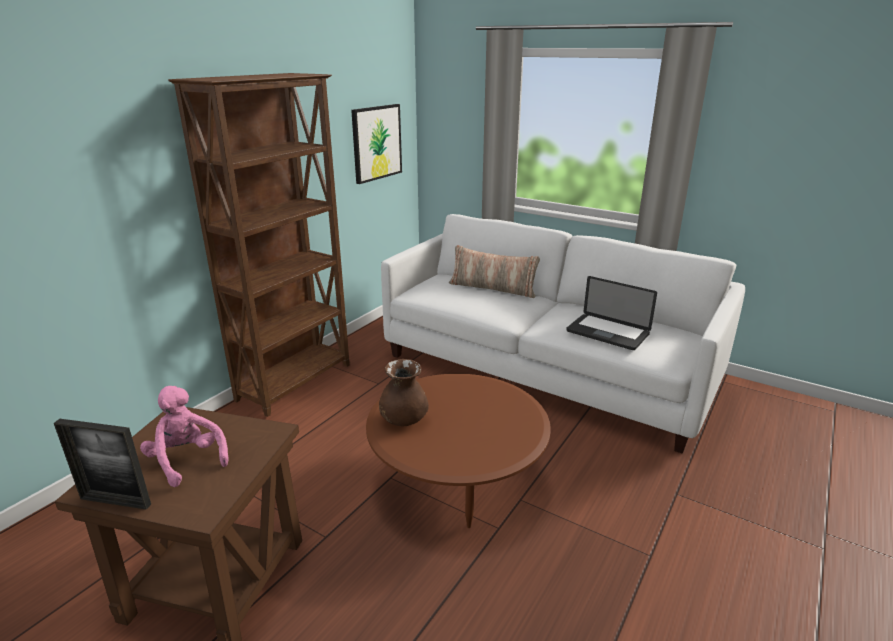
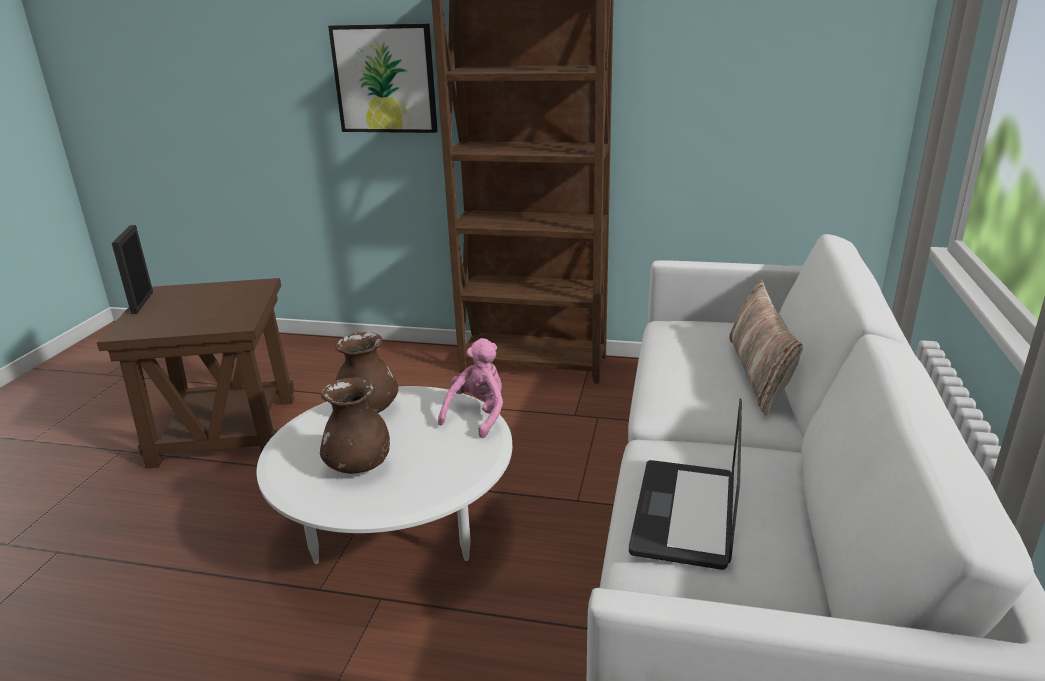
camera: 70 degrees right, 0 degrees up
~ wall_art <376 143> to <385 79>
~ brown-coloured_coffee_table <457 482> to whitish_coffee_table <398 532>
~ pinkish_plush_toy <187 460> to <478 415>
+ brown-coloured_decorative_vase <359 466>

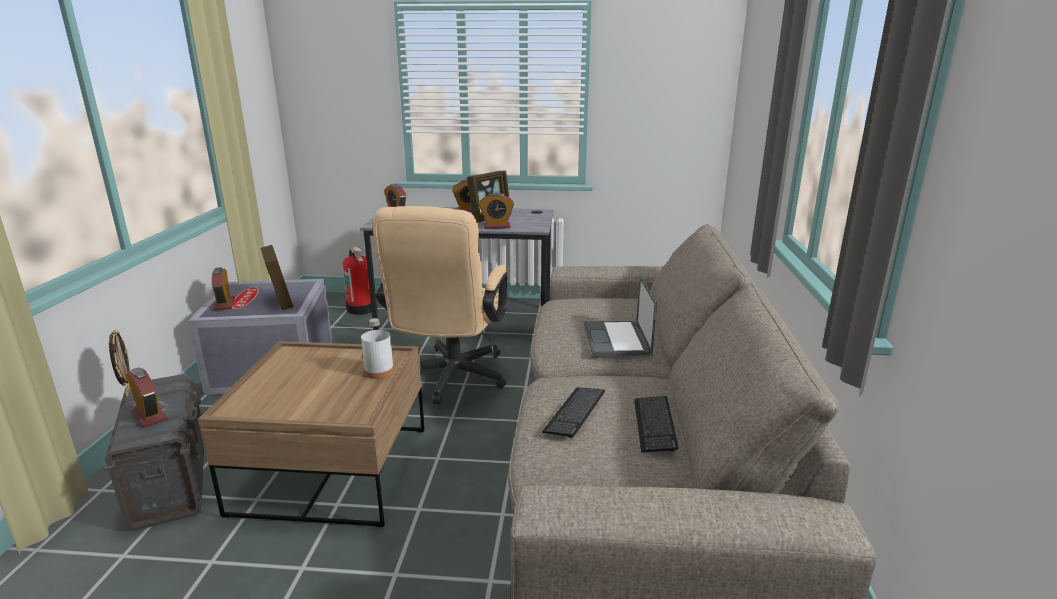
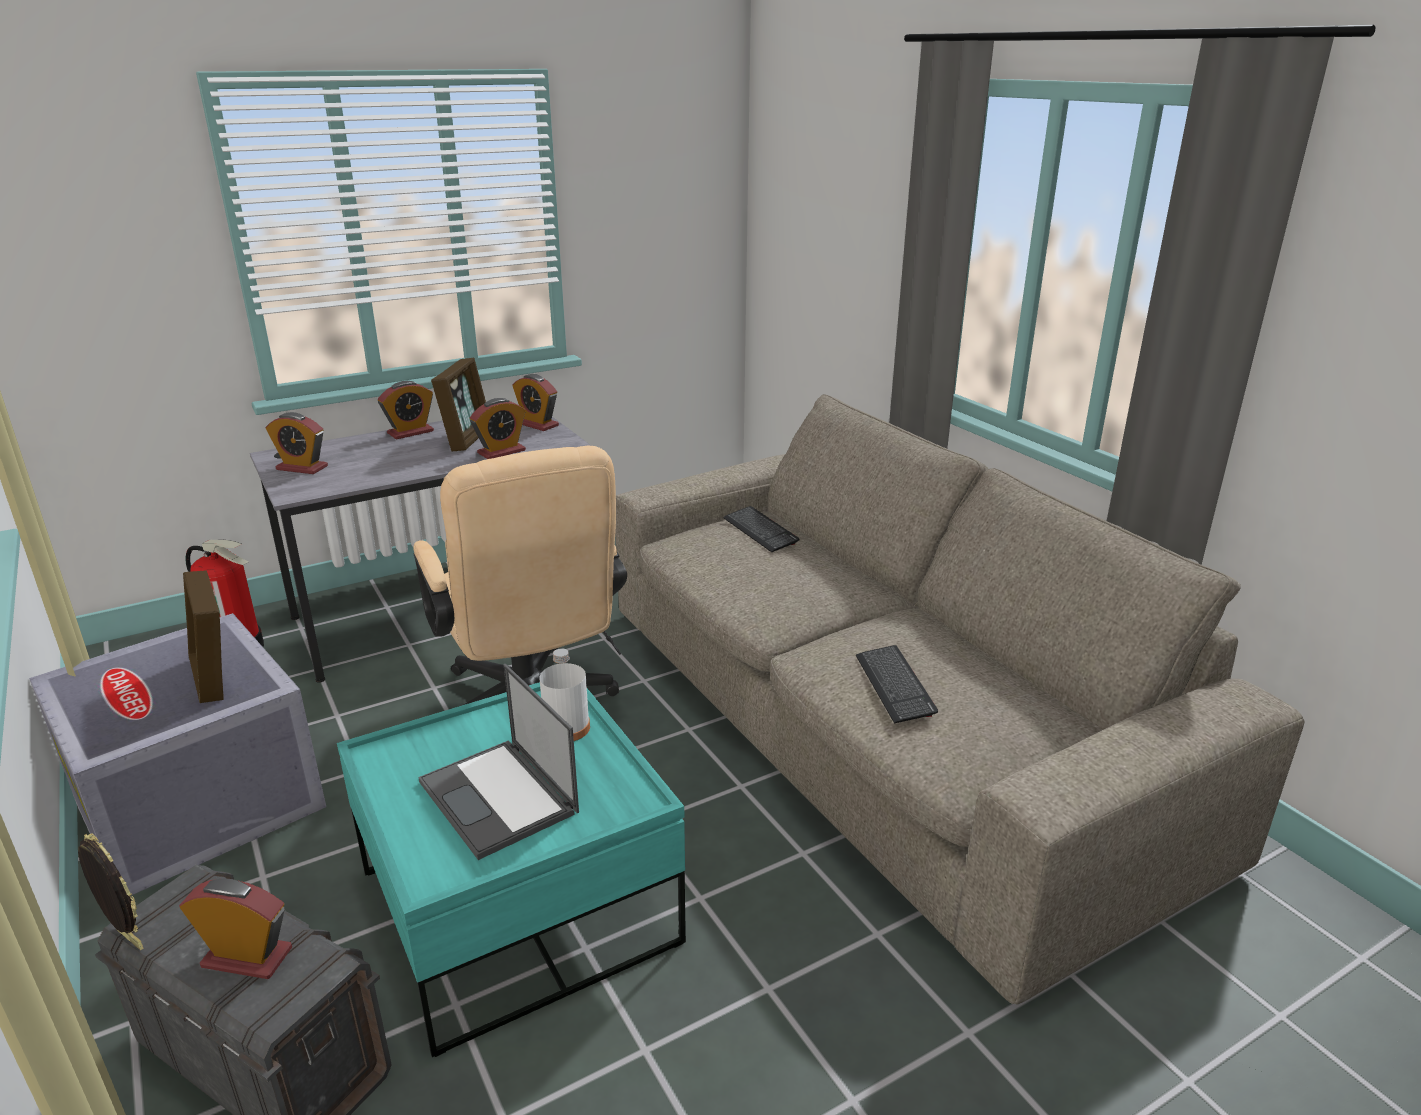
camera: 35 degrees left, 5 degrees up
~ standing_frame <280 301> = <214 677> 150 degrees counterclockwise
~ bedside_clock <224 304> to <537 424>
~ notebook_computer <617 340> to <500 798>
~ brown-coloured_coffee_table <333 470> to blue-green_coffee_table <519 907>
~ keyboard <654 425> to <760 531>

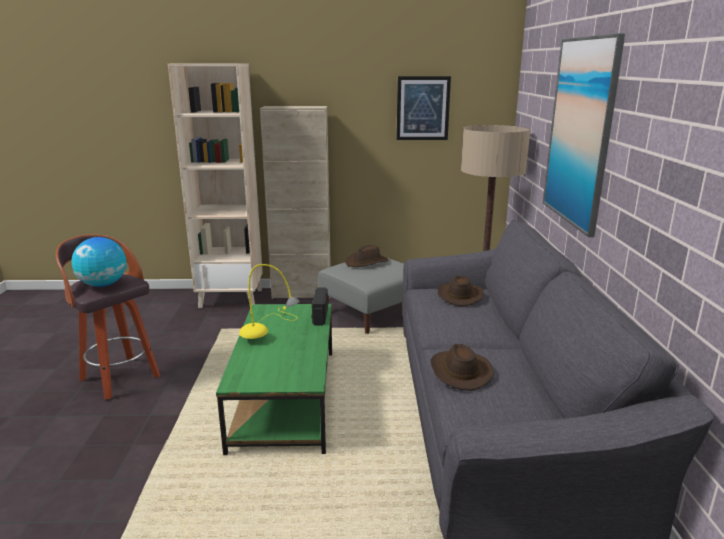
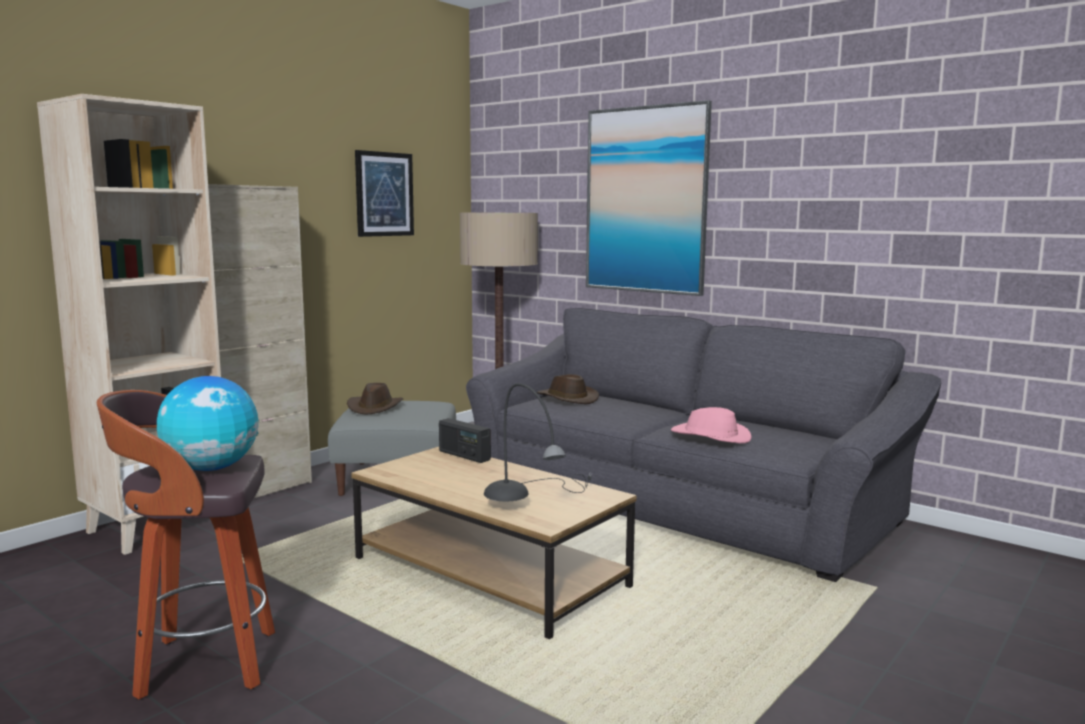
camera: 50 degrees left, 10 degrees down
- yellow-coloured_table_lamp <269 335>
~ green_coffee_table <286 398> to brown-coloured_coffee_table <489 572>
~ brown-coloured_hat <459 371> to pinkish_hat <710 436>
+ gray_table_lamp <533 507>

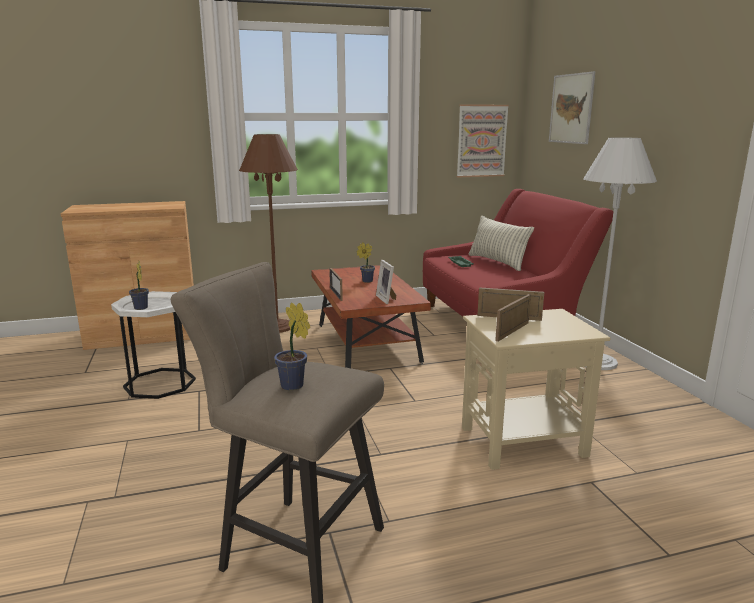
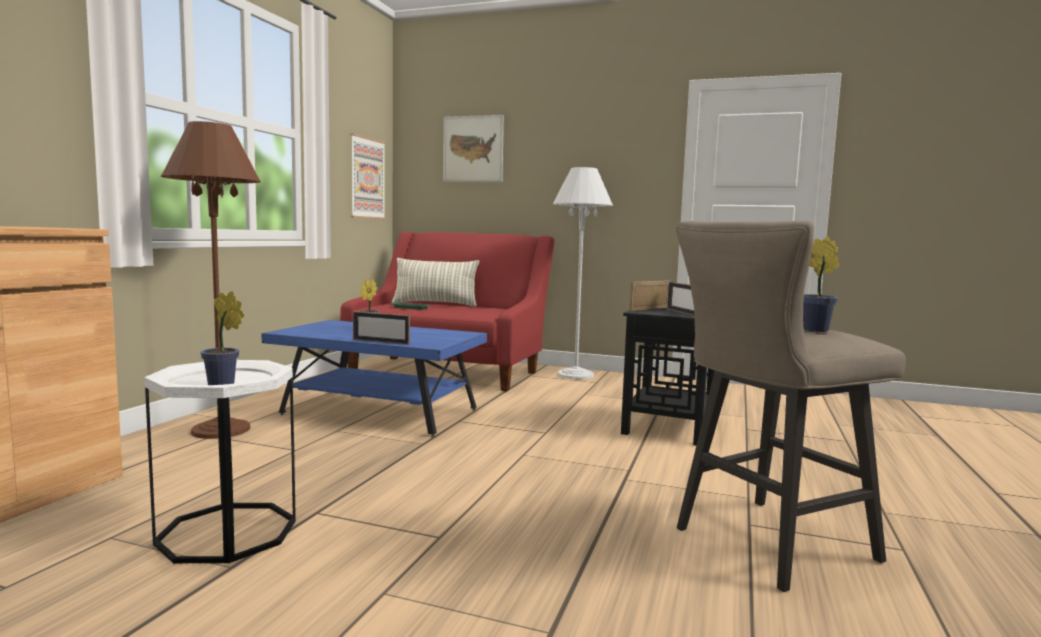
camera: 55 degrees left, 10 degrees down
- standing_frame <387 299>
~ brown-coloured_coffee_table <366 343> to blue_coffee_table <379 412>
~ beige-coloured_accent_table <521 441> to black-coloured_accent_table <668 426>

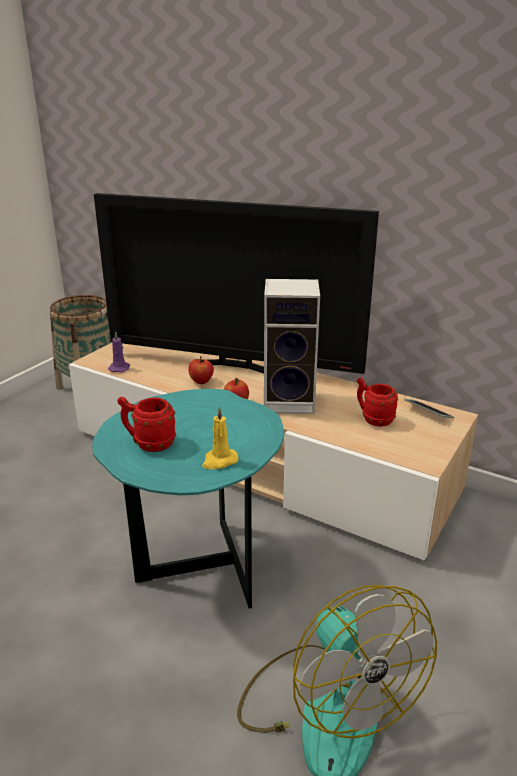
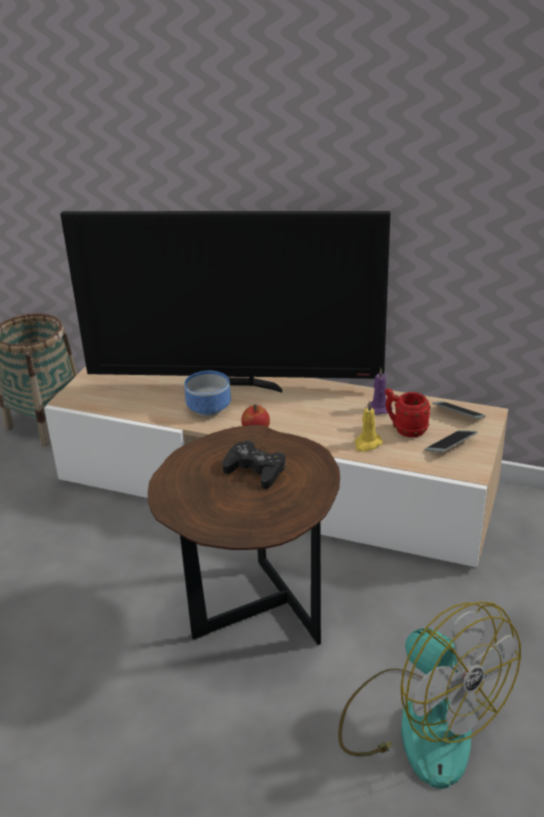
camera: 10 degrees left, 5 degrees up
- audio_speaker <291 401>
~ purple_wax_candle <119 368> to <379 408>
~ apple_fruit <201 381> to bowl <207 409>
~ blue-green_accent_table <198 572> to brown-coloured_accent_table <253 617>
- red_coffee_mug <148 443>
~ yellow-coloured_wax_candle <219 461> to <367 444>
+ phone <450 446>
+ black-coloured_game_controller <255 470>

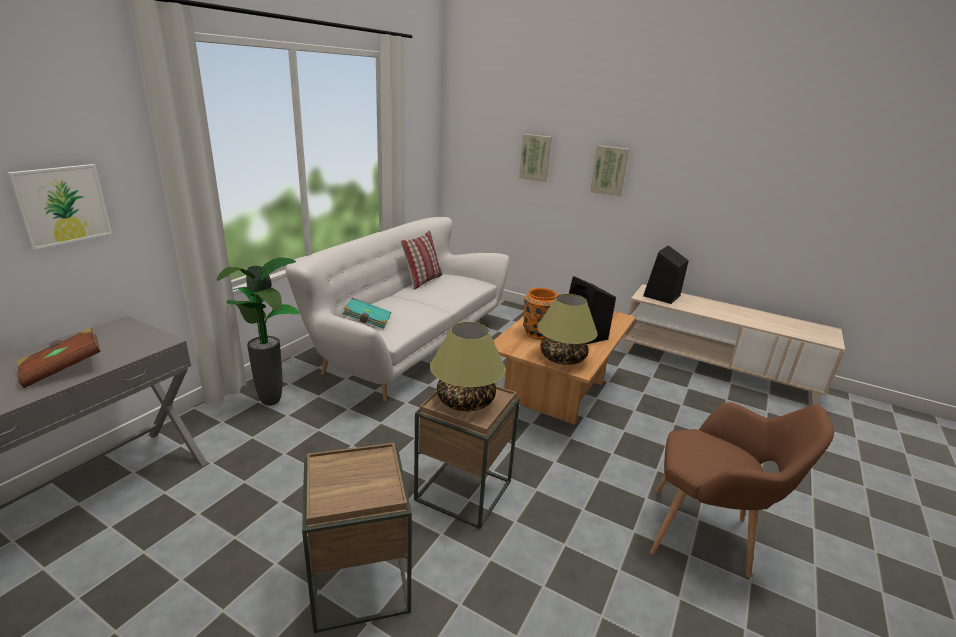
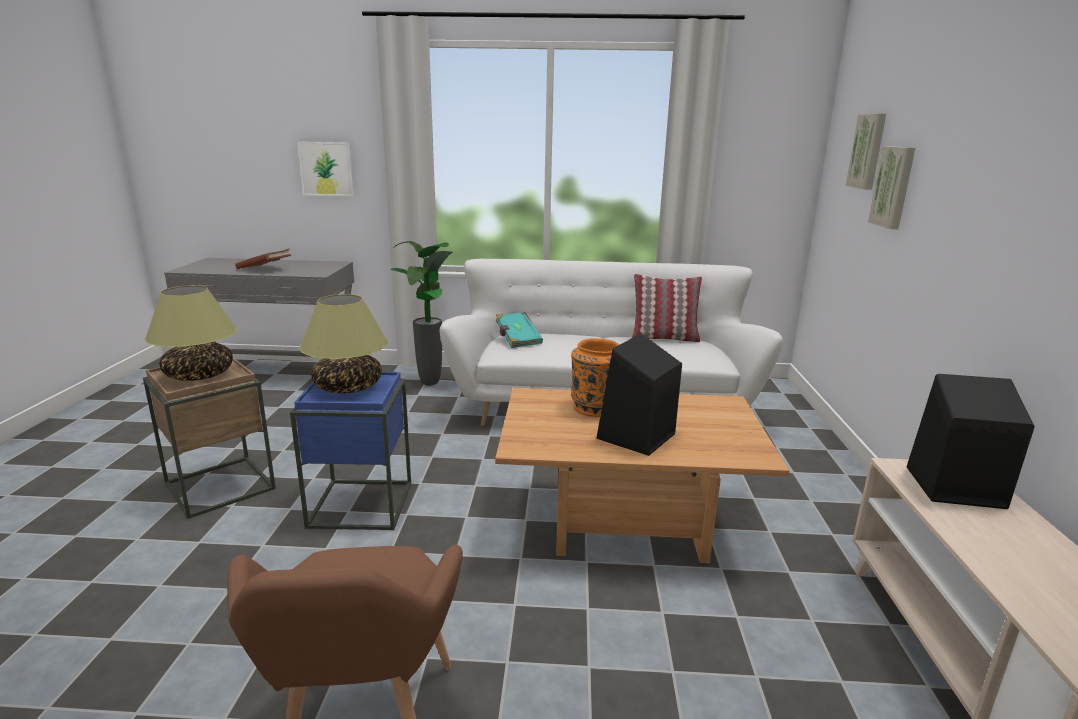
camera: 65 degrees right, 5 degrees down
~ wall_art <609 170> to <868 151>
~ table_lamp <562 358> to <200 375>
~ brown-coloured_accent_table <463 490> to blue_accent_table <361 504>

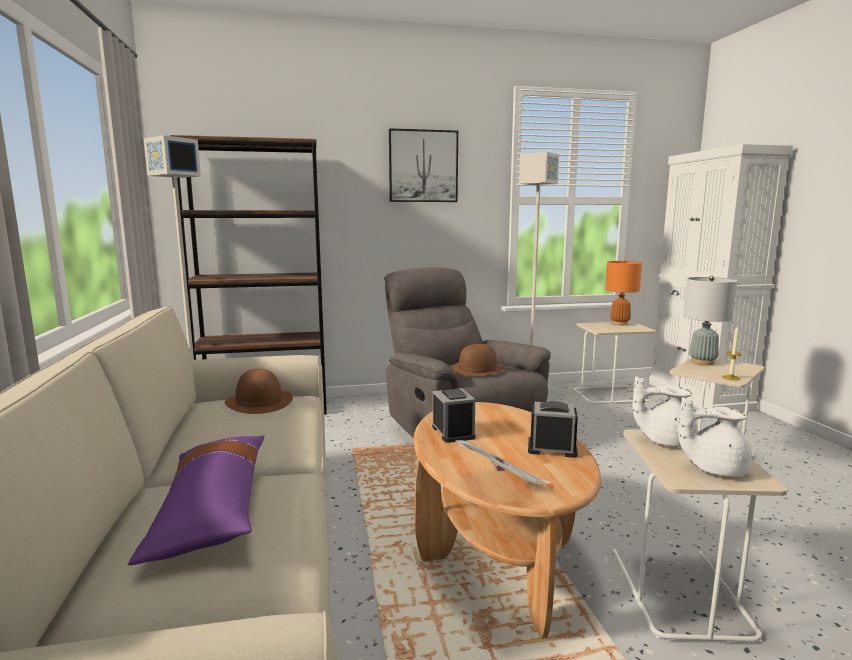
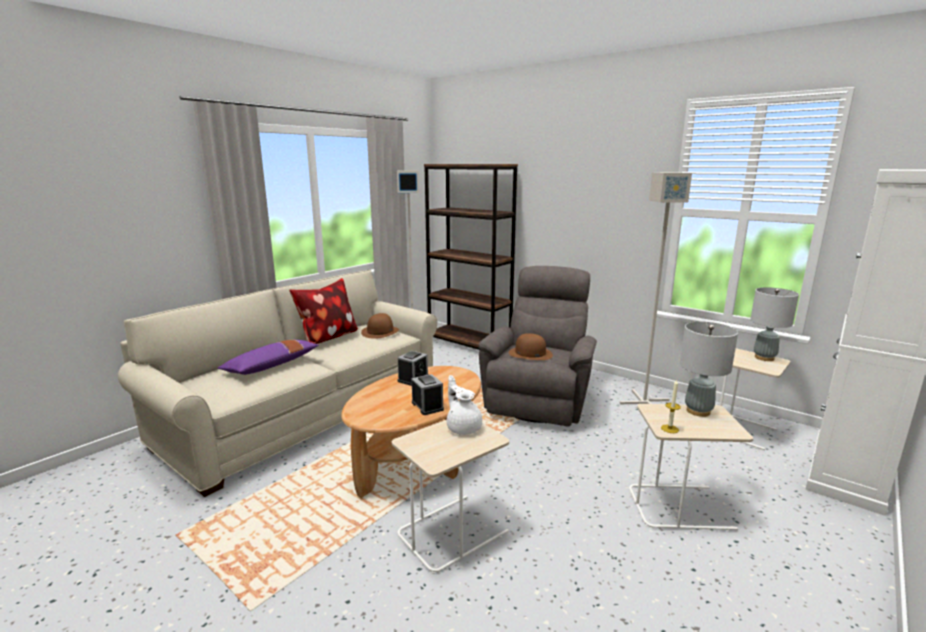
camera: 50 degrees right, 5 degrees up
- wall_art <423 166>
~ orange_table_lamp <619 323> to gray_table_lamp <764 357>
- whitish_teapot <713 468>
- printed_paper <503 486>
+ throw_pillow <327 338>

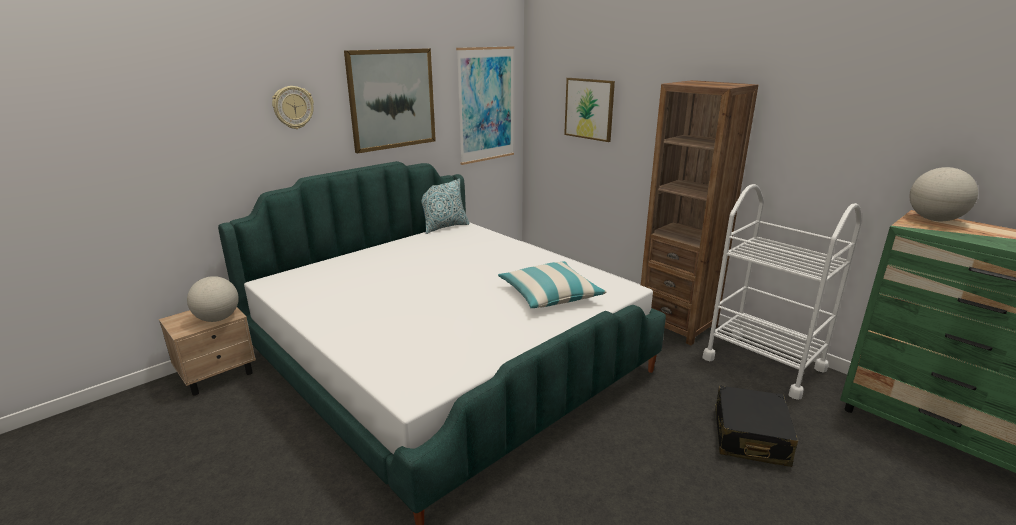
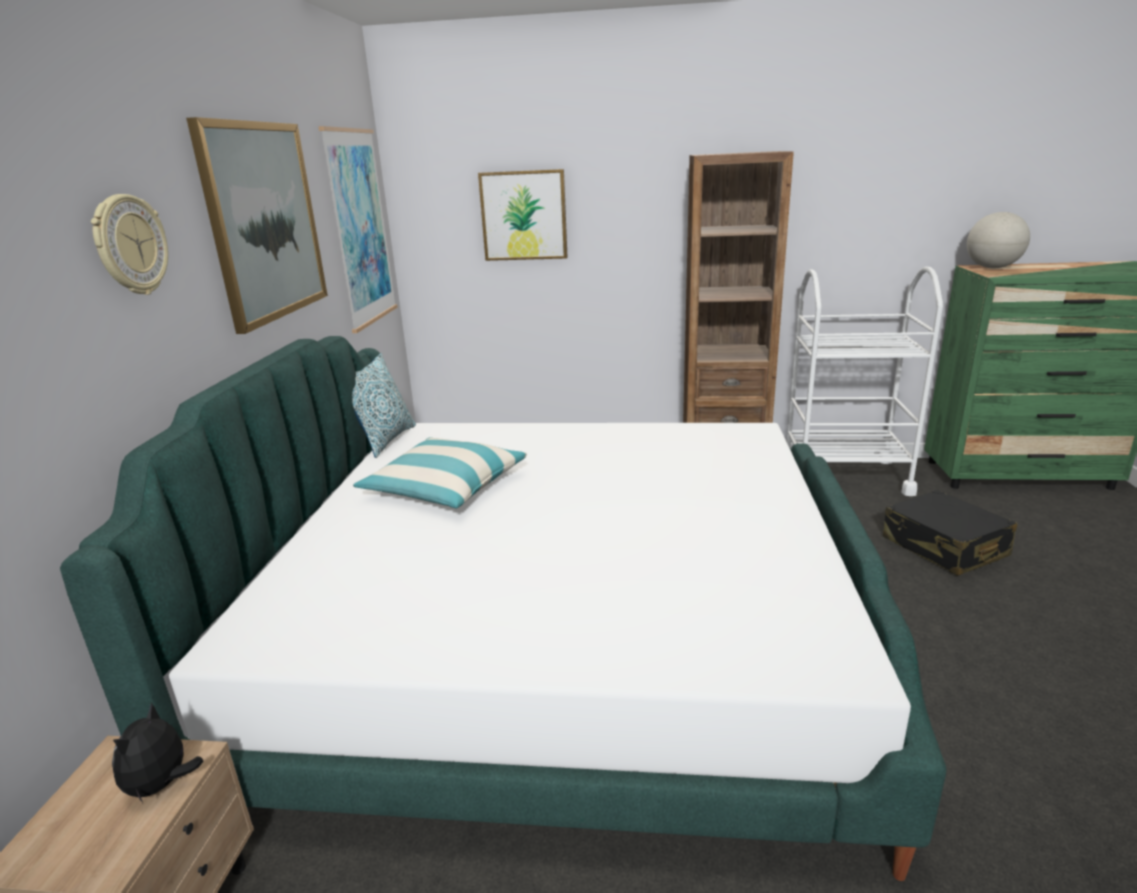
camera: 40 degrees left, 0 degrees up
~ throw_pillow <549 295> to <445 487>
~ globe <217 319> to plush_toy <162 785>

